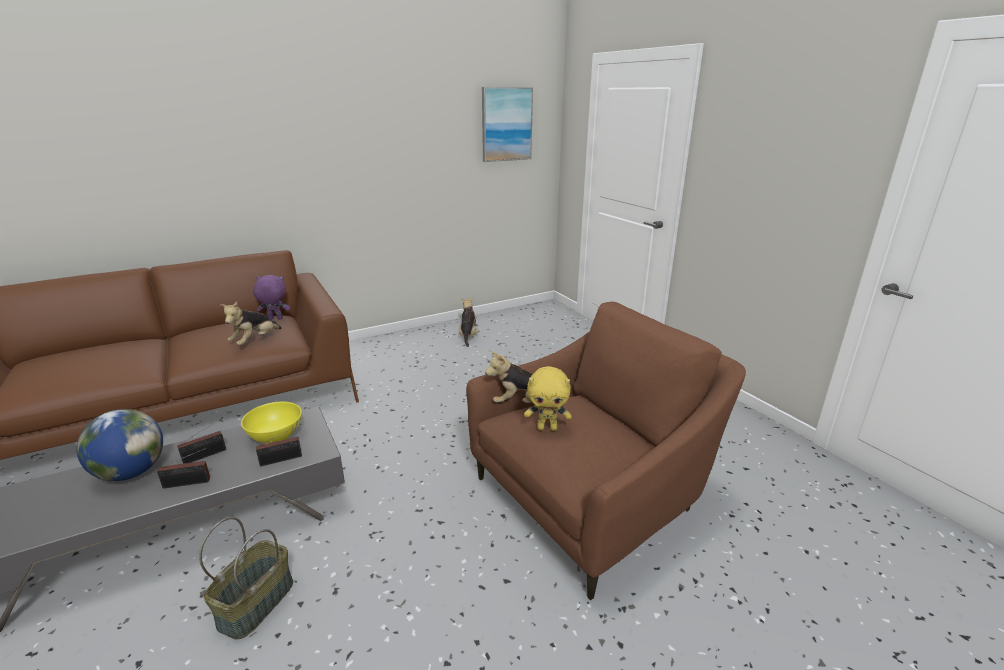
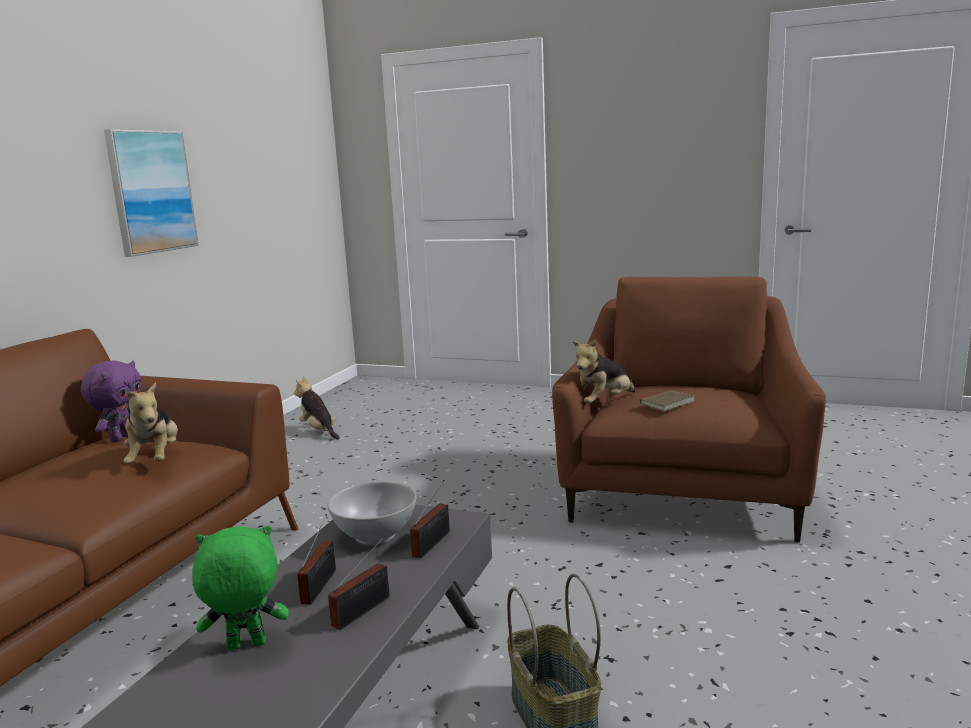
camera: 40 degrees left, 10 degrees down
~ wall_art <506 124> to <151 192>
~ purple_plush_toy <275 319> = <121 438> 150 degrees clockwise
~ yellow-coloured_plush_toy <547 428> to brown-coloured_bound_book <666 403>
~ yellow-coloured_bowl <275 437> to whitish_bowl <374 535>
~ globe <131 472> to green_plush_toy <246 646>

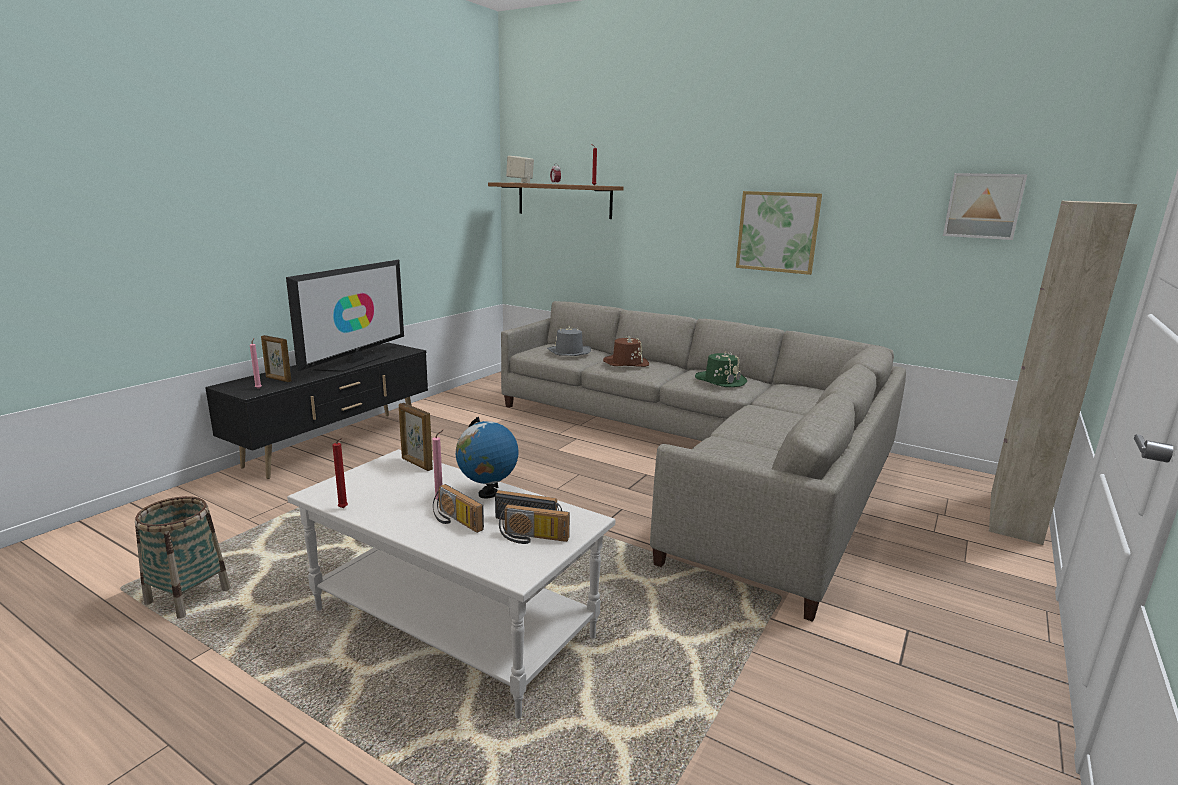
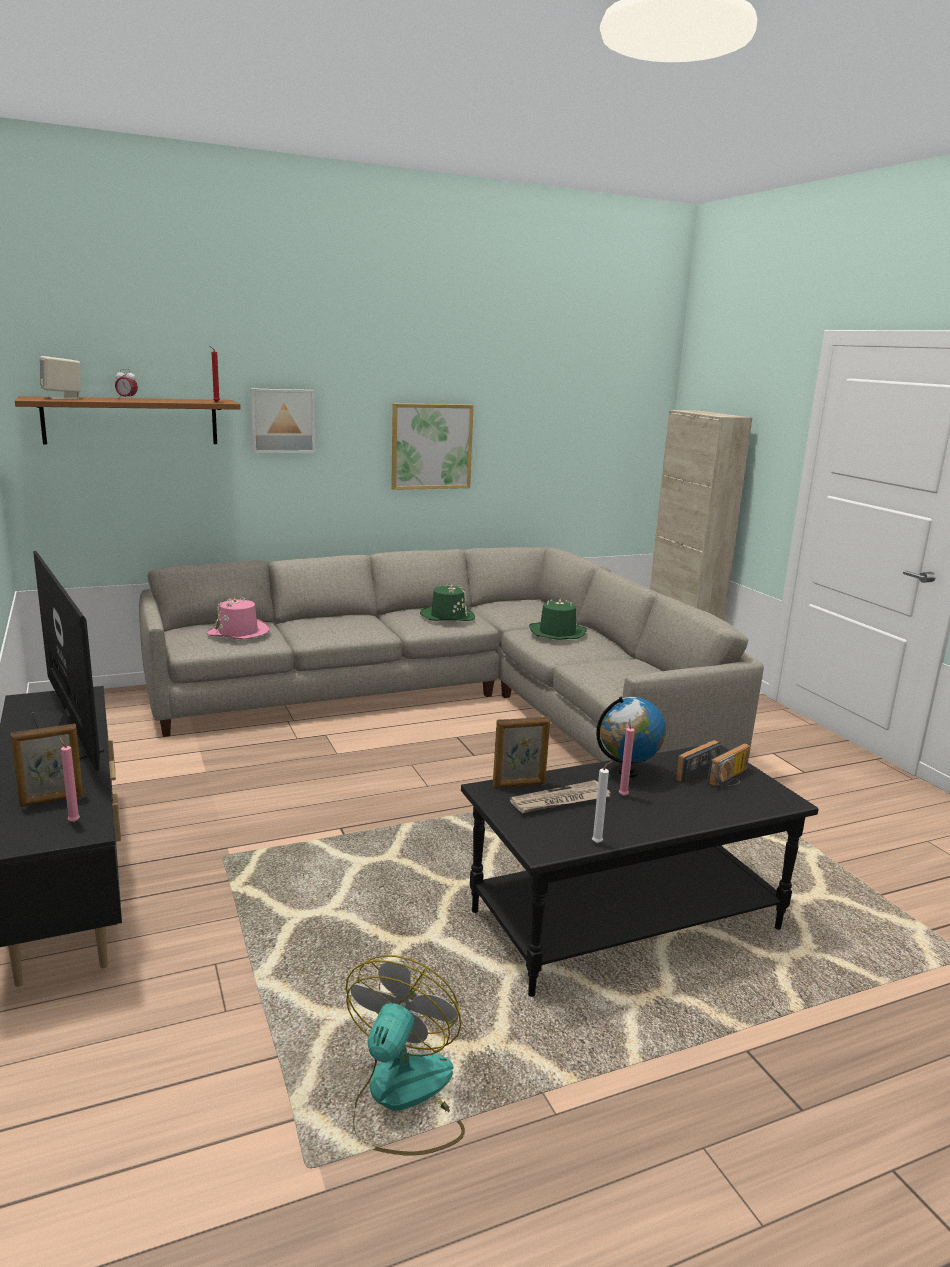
camera: 55 degrees left, 0 degrees up
~ wall_art <983 206> to <282 420>
~ gray_hat <569 352> to pinkish_hat <238 632>
- brown-coloured_hat <626 363>
~ red_wax_candle <344 508> to whitish_wax_candle <598 843>
~ whitish_coffee_table <455 623> to black-coloured_coffee_table <625 919>
- radio_receiver <454 521>
~ storage_basket <188 597> to fan <402 1098>
+ green_hat <557 633>
+ printed_paper <560 801>

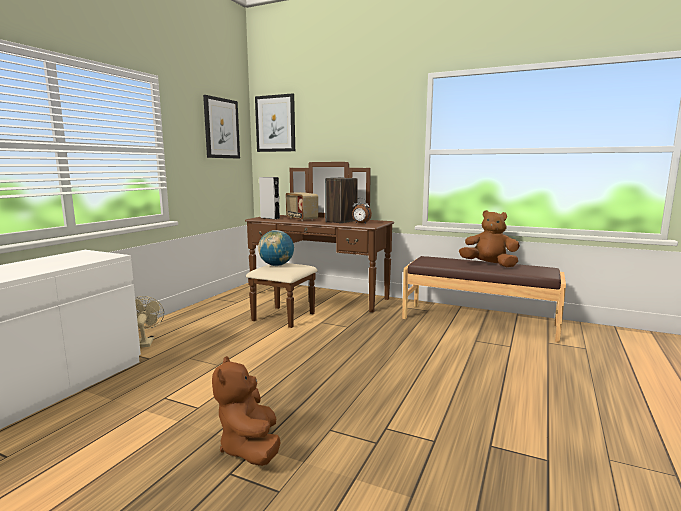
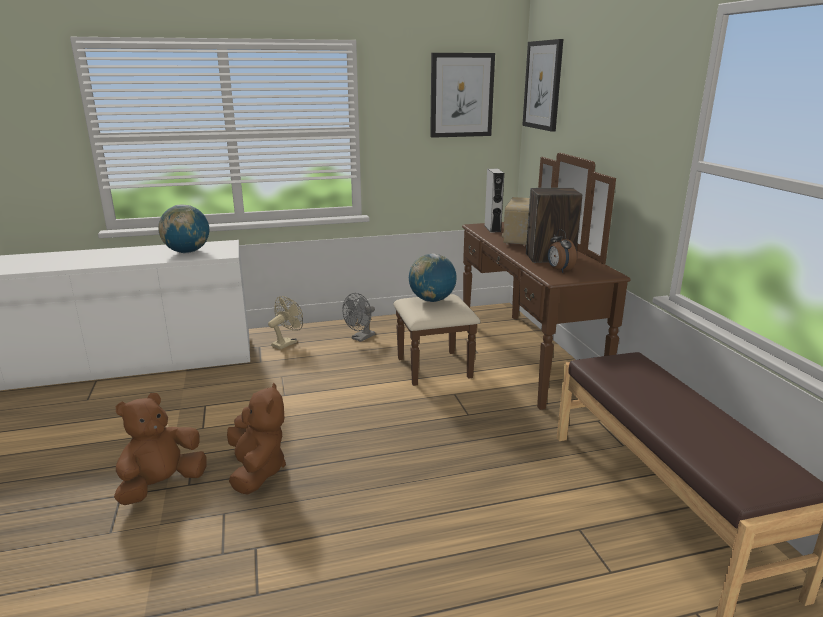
camera: 50 degrees right, 10 degrees up
~ brown-coloured_plush_toy <489 265> to <257 471>
+ globe <187 252>
+ gray_fan <361 338>

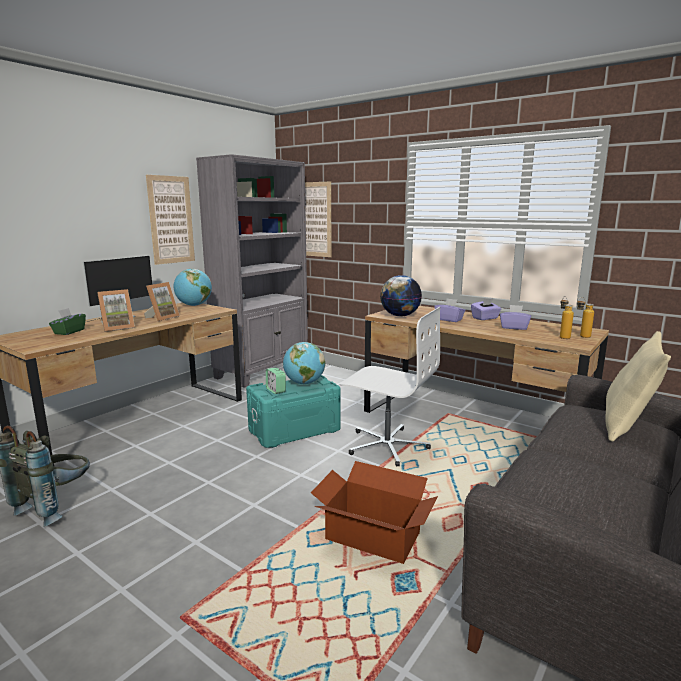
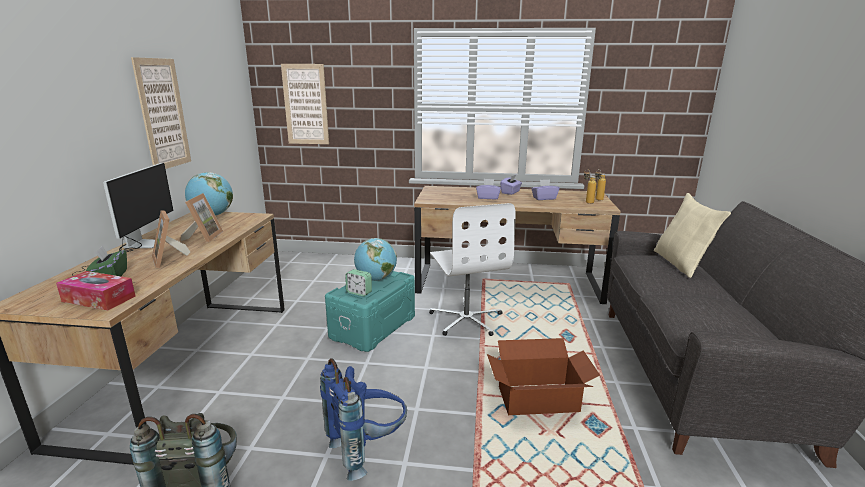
camera: 30 degrees left, 5 degrees up
- gray_shelving_unit <263 370>
- globe <400 316>
~ standing_frame <117 328> = <170 259> 120 degrees clockwise
~ whitish_computer_chair <387 445> = <466 319> 75 degrees clockwise
+ tissue_holder <99 299>
+ blue_backpack <368 448>

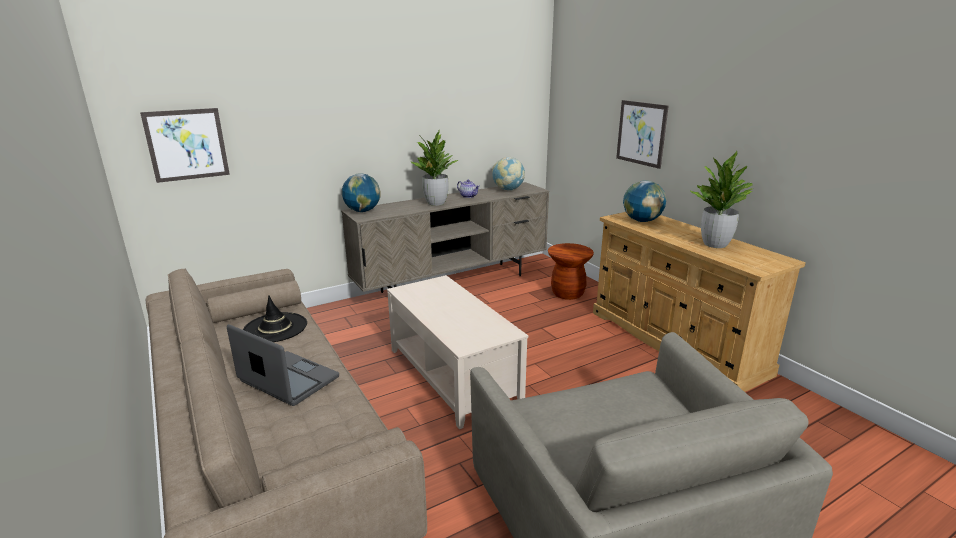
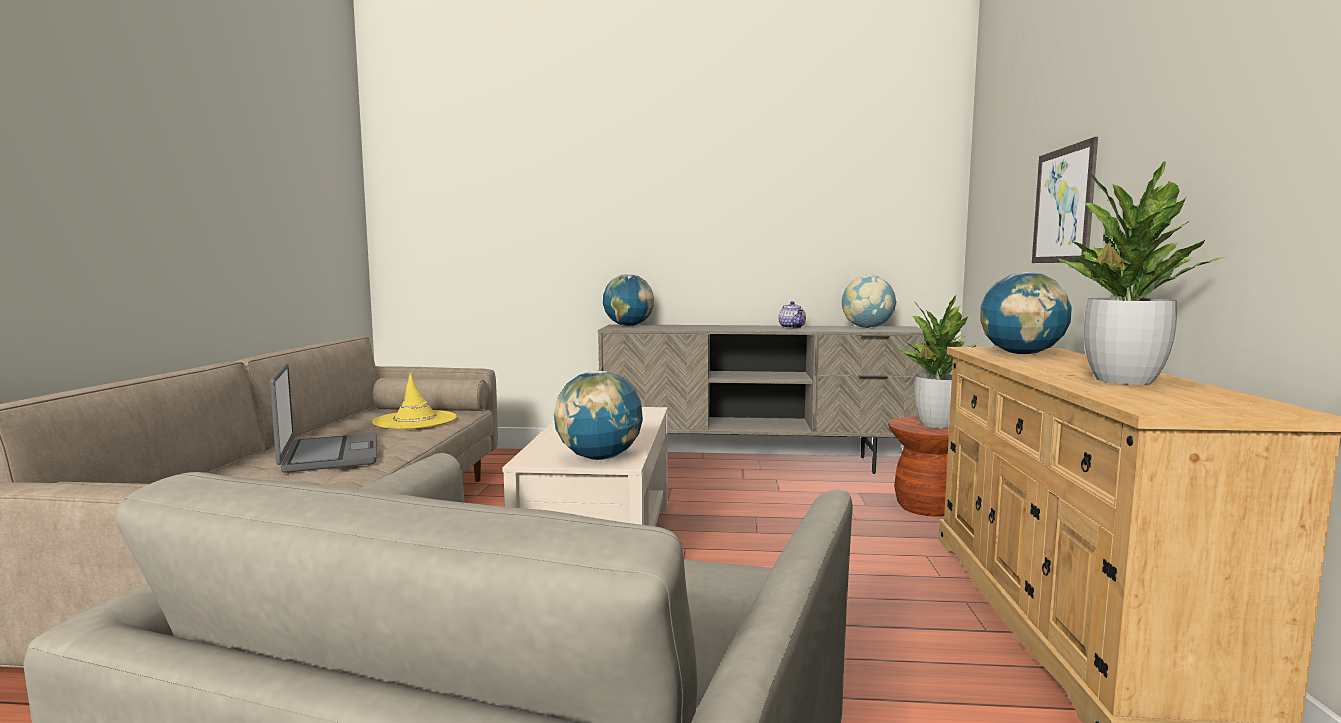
camera: 35 degrees right, 15 degrees down
- wall_art <187 144>
~ houseplant <436 203> to <936 425>
~ black-coloured_hat <275 328> to yellow-coloured_hat <415 420>
+ globe <599 458>

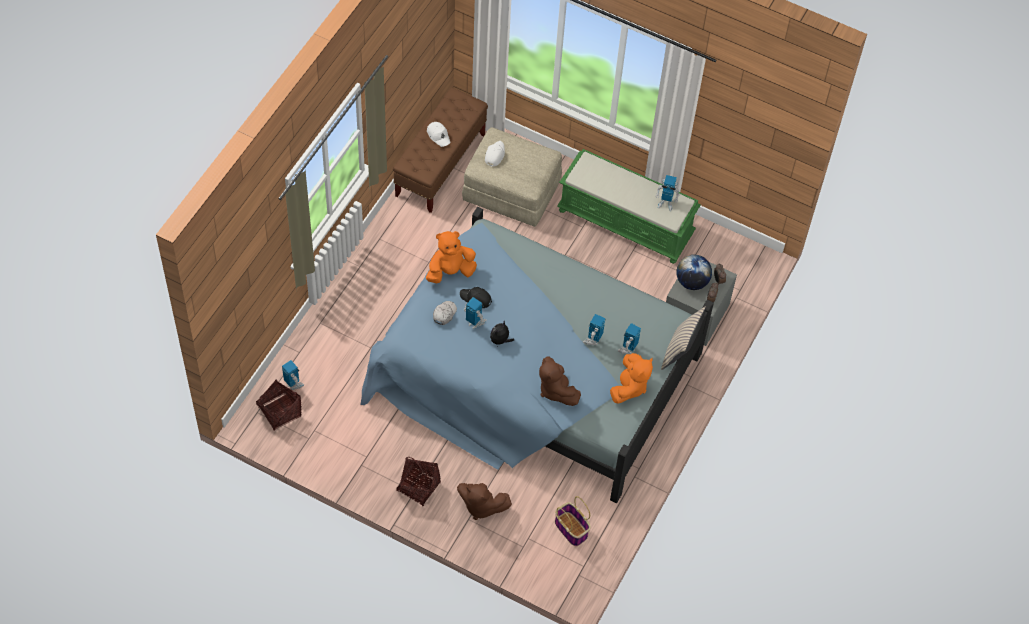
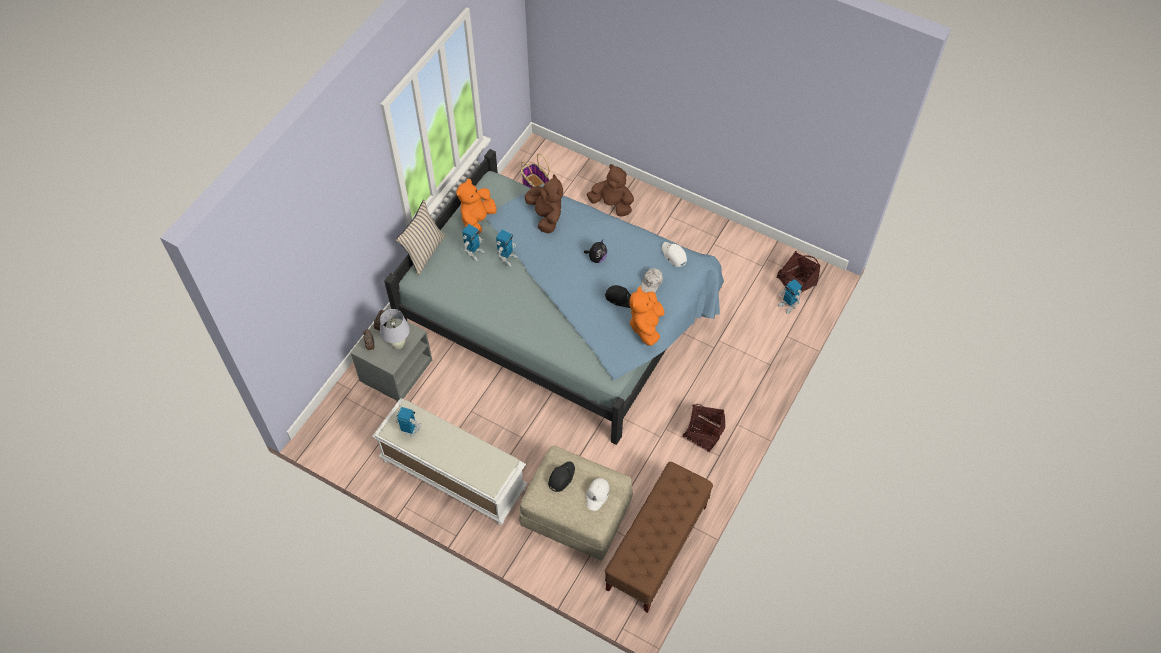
camera: 175 degrees left, 0 degrees up
~ whitish_baseball_cap <438 135> to <674 256>
~ green_bench <626 222> to whitish_bench <452 474>
~ orange_plush_toy <450 271> = <646 326> 120 degrees clockwise
~ globe <692 282> to whitish_table_lamp <398 344>
- toy_robot <474 323>
~ storage_basket <418 487> to <703 433>
+ black-coloured_baseball_cap <561 477>

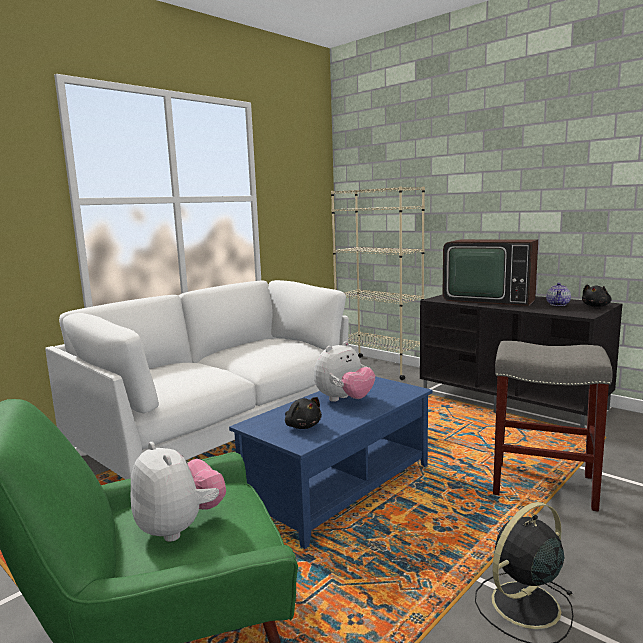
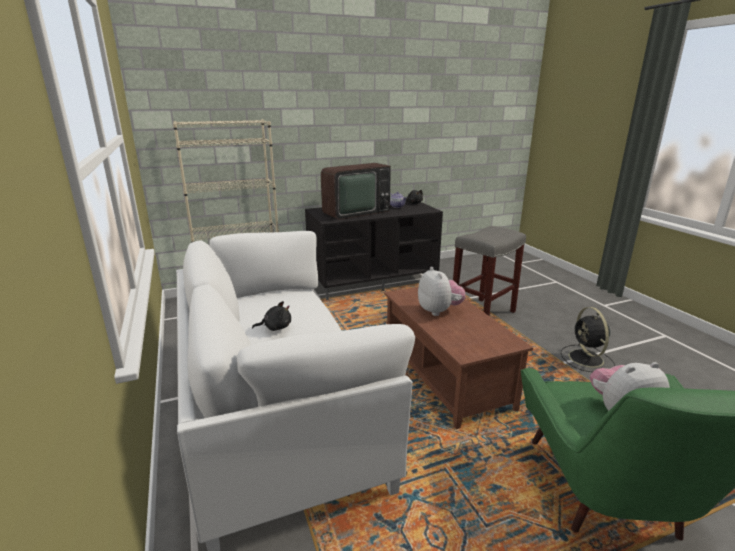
camera: 65 degrees left, 10 degrees up
~ blue_coffee_table <339 487> to brown-coloured_coffee_table <444 375>
~ black-coloured_plush_toy <302 426> to <275 327>

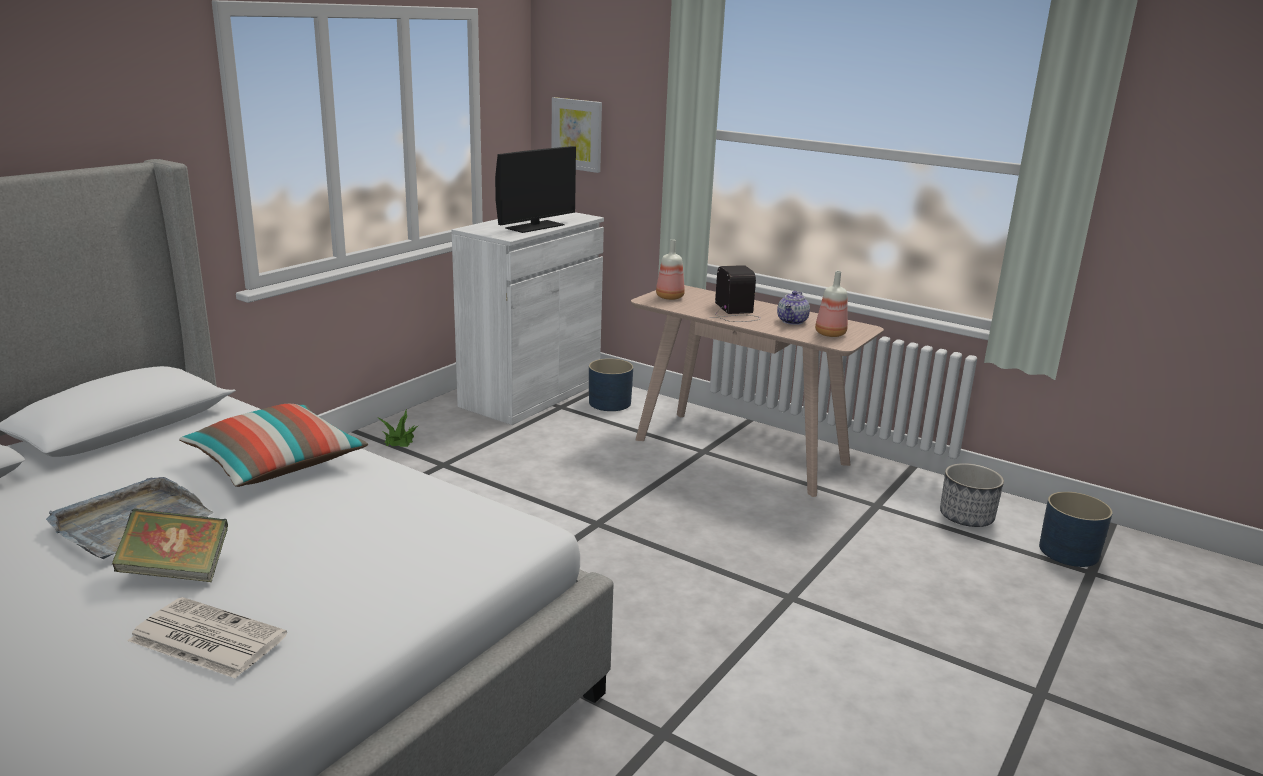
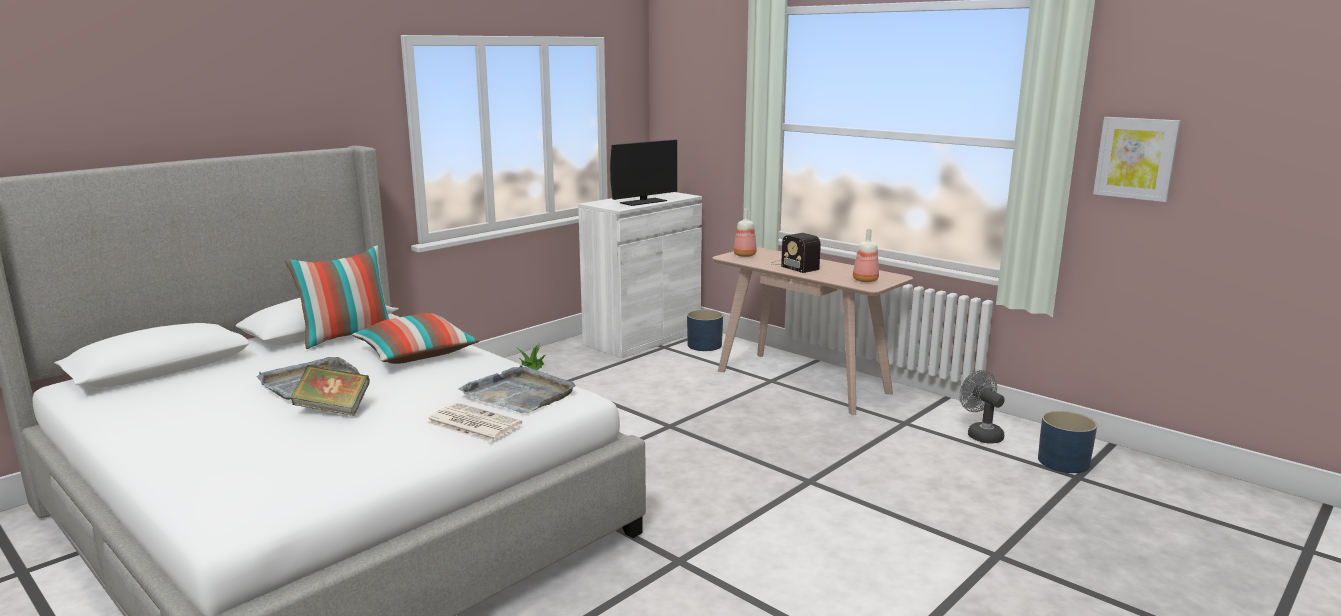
camera: 10 degrees right, 5 degrees down
~ wall_art <577 134> to <1136 158>
~ radio_receiver <735 312> = <793 265> 150 degrees clockwise
- teapot <792 321>
~ plant_pot <966 517> to gray_fan <980 434>
~ printed_paper <205 638> to <472 423>
+ throw_pillow <348 337>
+ gray_serving_tray <520 394>

